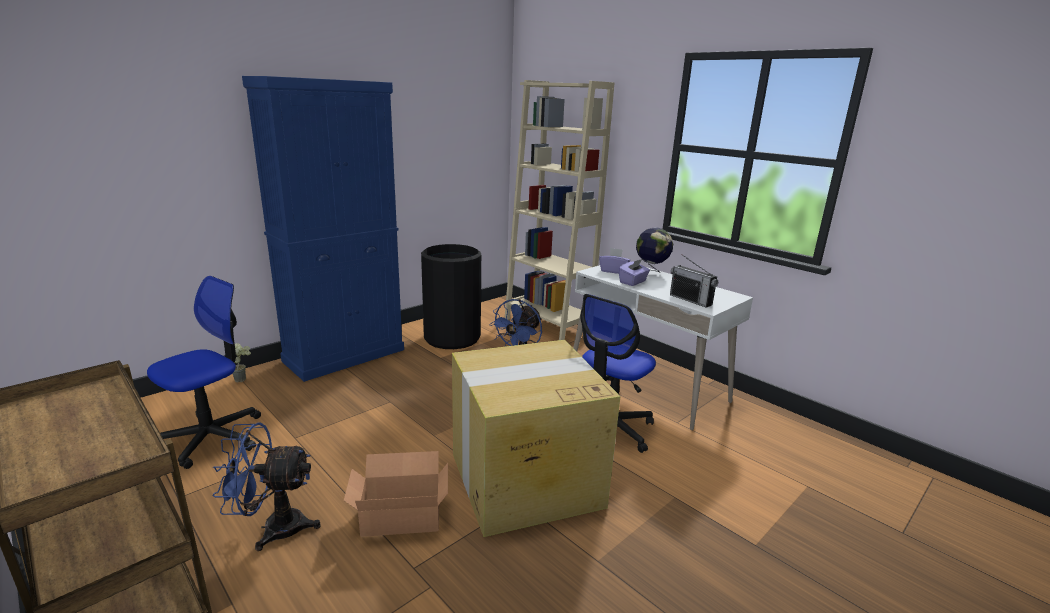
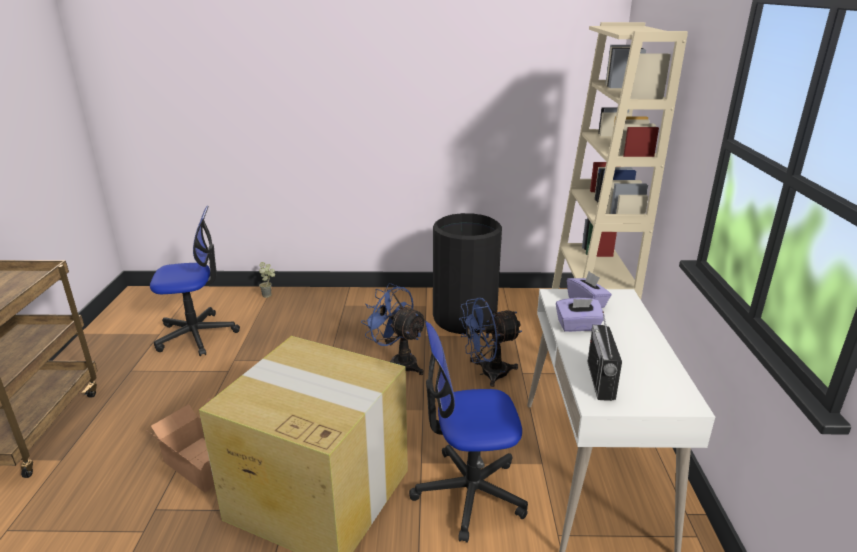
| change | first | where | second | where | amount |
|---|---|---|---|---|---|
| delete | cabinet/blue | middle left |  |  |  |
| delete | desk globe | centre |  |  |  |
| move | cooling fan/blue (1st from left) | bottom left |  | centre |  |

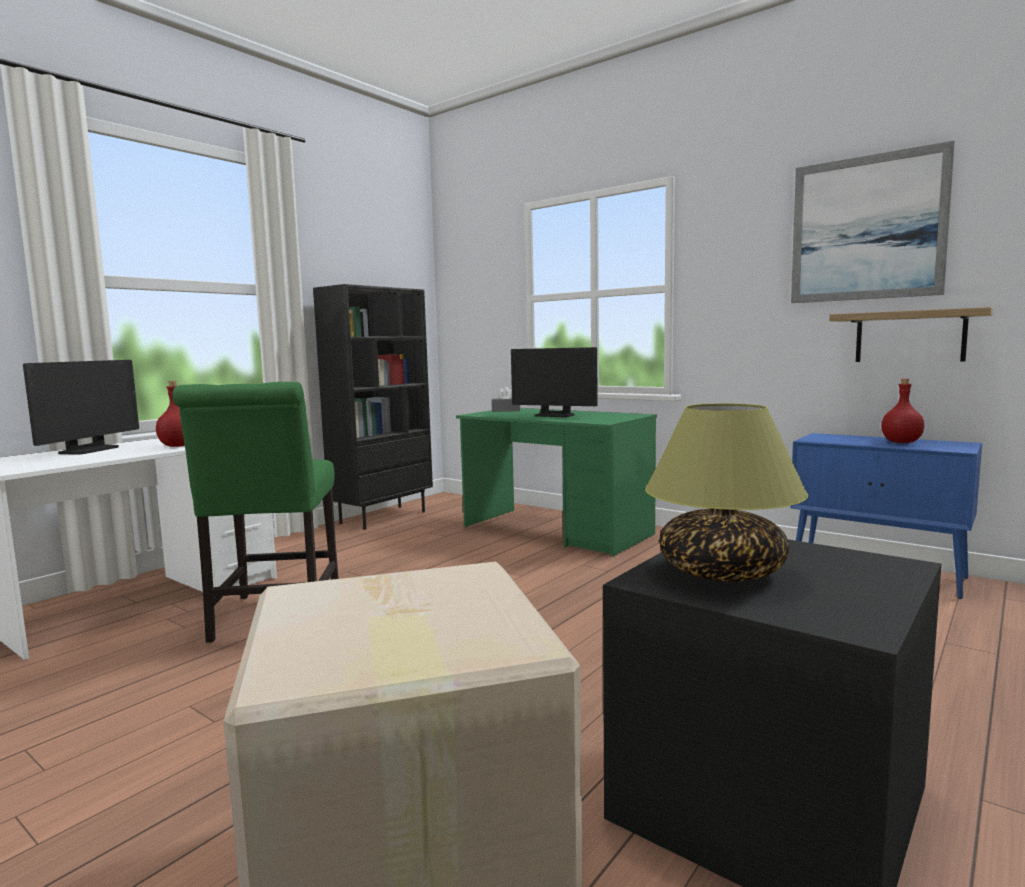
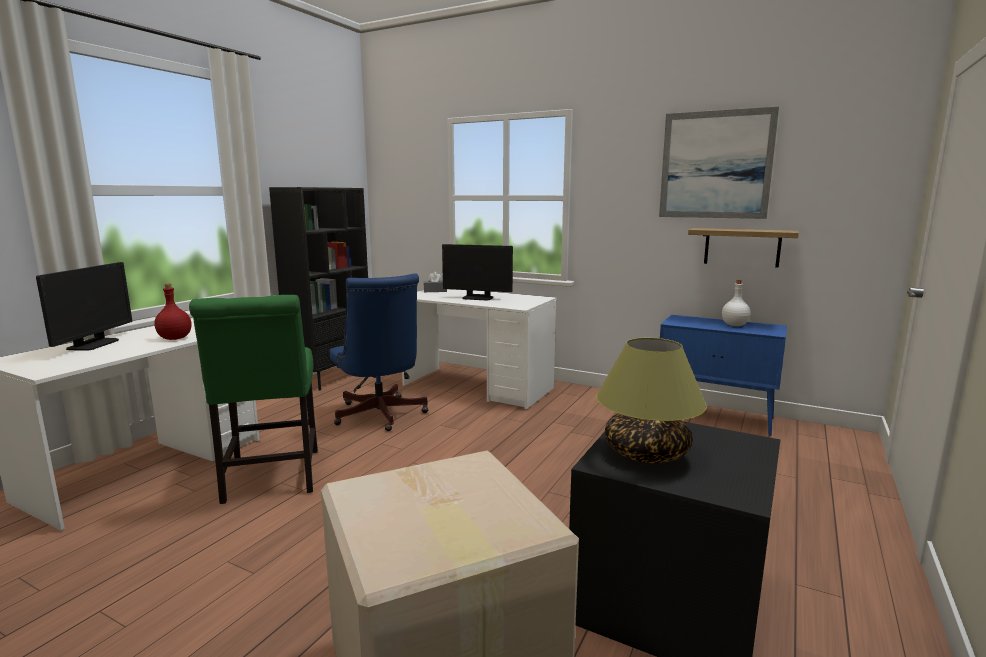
| change | first | where | second | where | amount |
|---|---|---|---|---|---|
| insert |  |  | office chair/blue | centre |  |
| recolor | desk/green-coloured | centre | desk/white (2nd from left) | centre |  |
| recolor | beverage bottle/red-coloured (2nd from left) | middle right | beverage bottle/white | middle right |  |

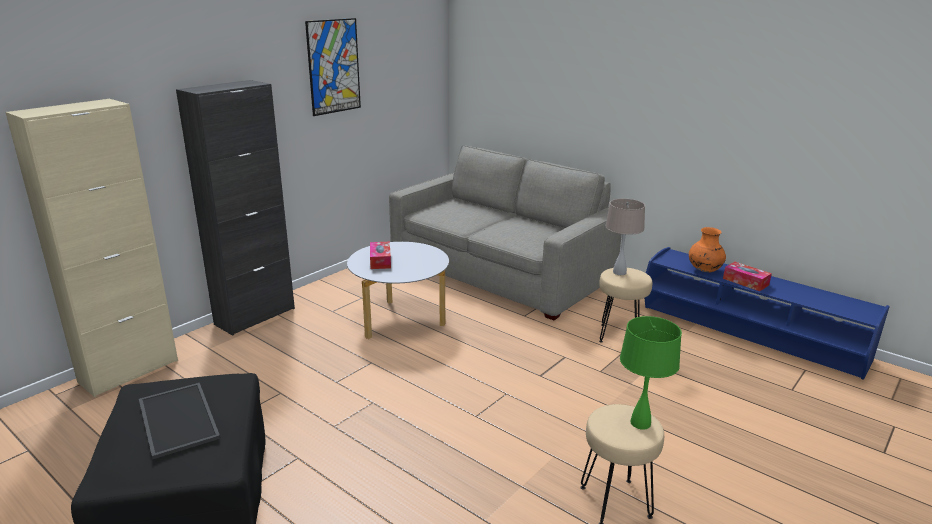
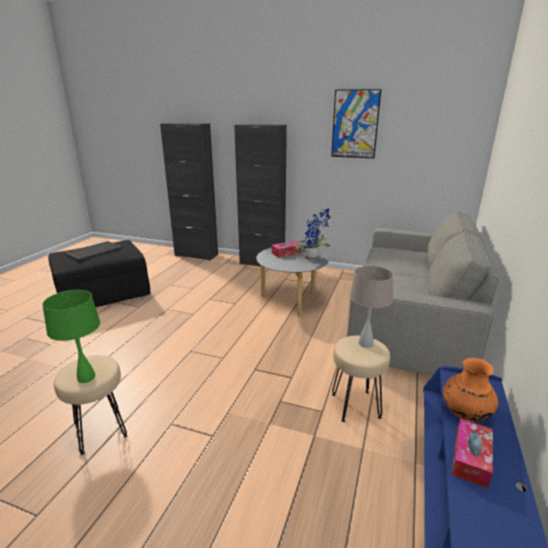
| change | first | where | second | where | amount |
|---|---|---|---|---|---|
| insert |  |  | plant in a pot | centre |  |
| recolor | cabinet/beige | middle left | cabinet/black (1st from left) | centre |  |

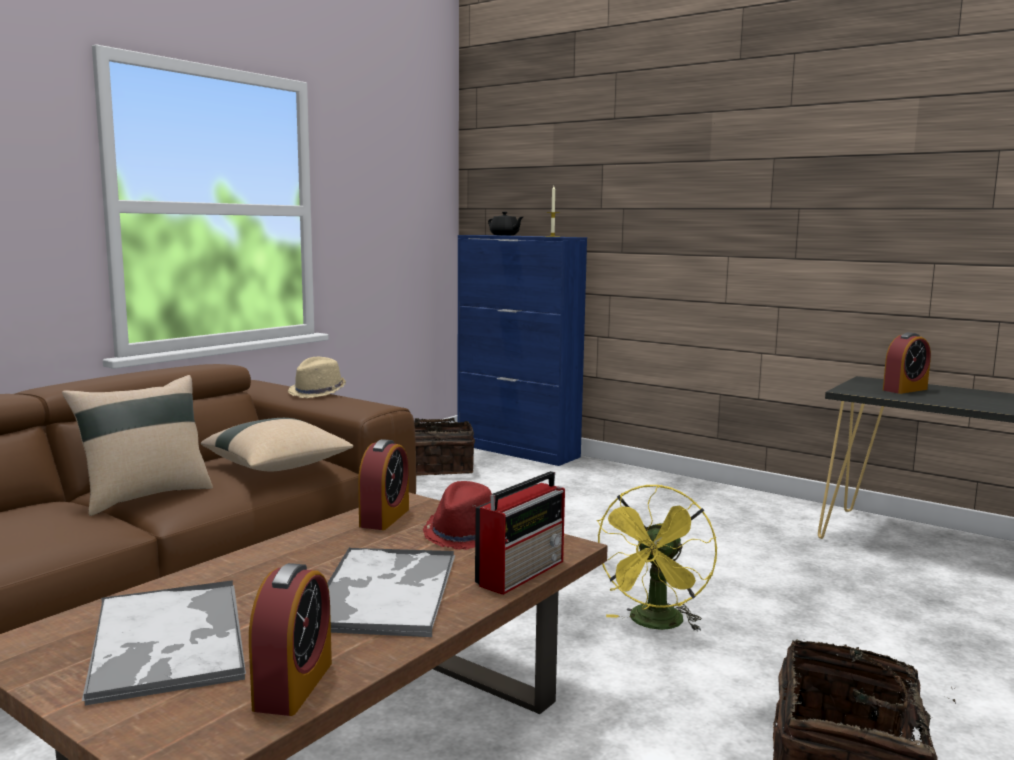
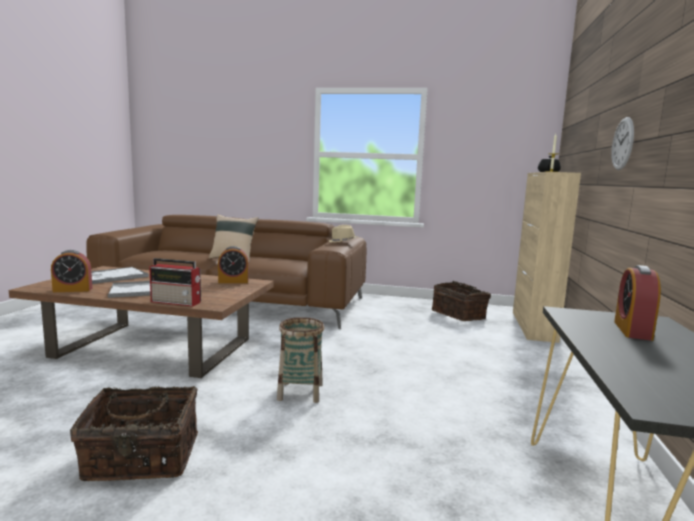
| change | first | where | second | where | amount |
|---|---|---|---|---|---|
| delete | cushion/beige (2nd from left) | middle left |  |  |  |
| delete | clothing hat/red-coloured | bottom centre |  |  |  |
| insert |  |  | clock on the wall | top right |  |
| replace | cooling fan/yellowish | bottom centre | storage basket (2nd from left) | bottom centre |  |
| recolor | cabinet/blue | centre | cabinet/beige | middle right |  |
| rotate | alarm clock (3rd from left) | middle right |  | middle right | 75 degrees clockwise |

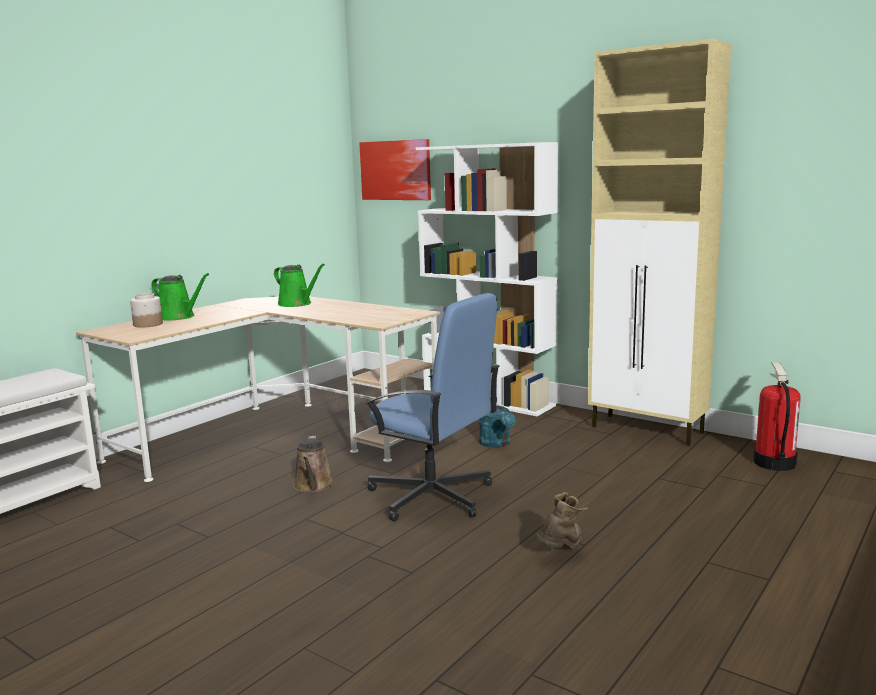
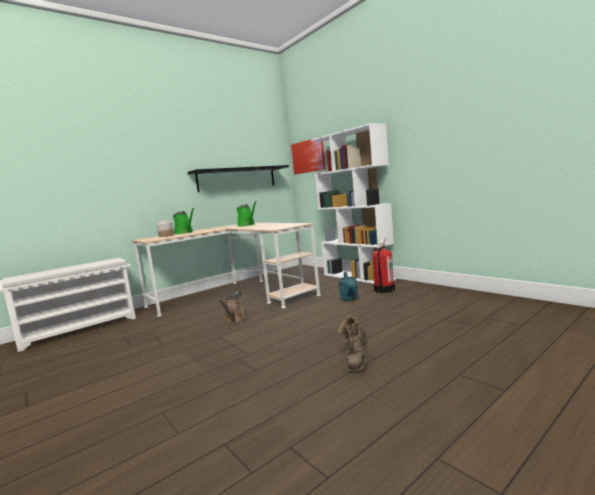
| change | first | where | second | where | amount |
|---|---|---|---|---|---|
| delete | office chair/blue | centre |  |  |  |
| delete | cabinet/beige | middle right |  |  |  |
| insert |  |  | shelf/black | centre |  |
| move | fire-fighting cylinder | middle right |  | centre |  |
| rotate | high-top boot/brown-coloured | bottom centre |  | bottom centre | 150 degrees clockwise |

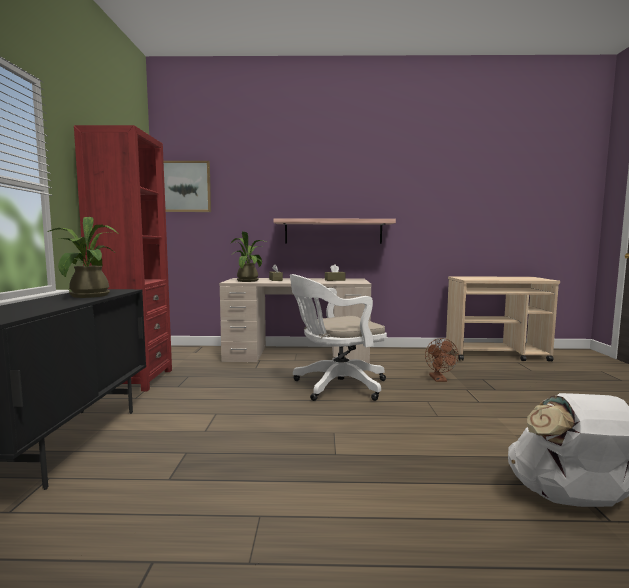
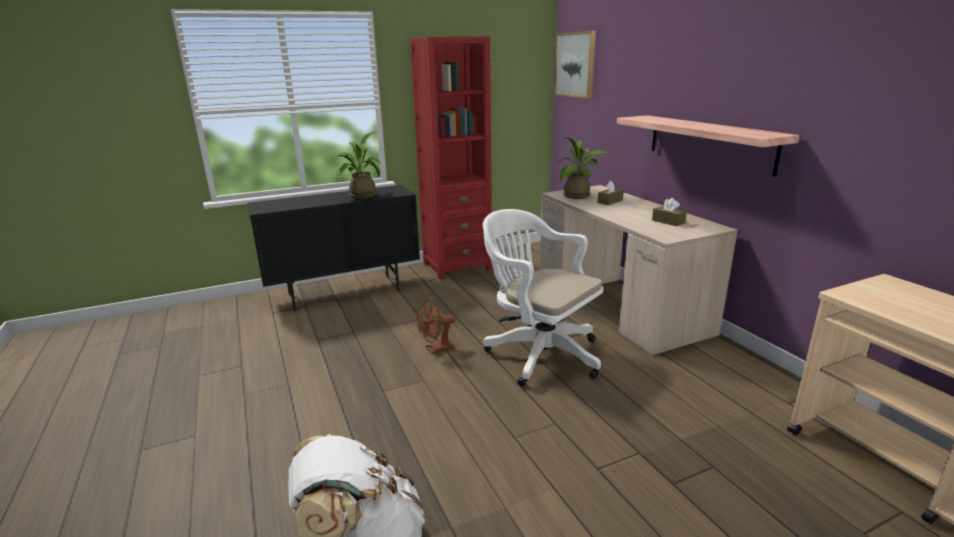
| change | first | where | second | where | amount |
|---|---|---|---|---|---|
| move | cooling fan/brown-coloured | middle right |  | centre |  |

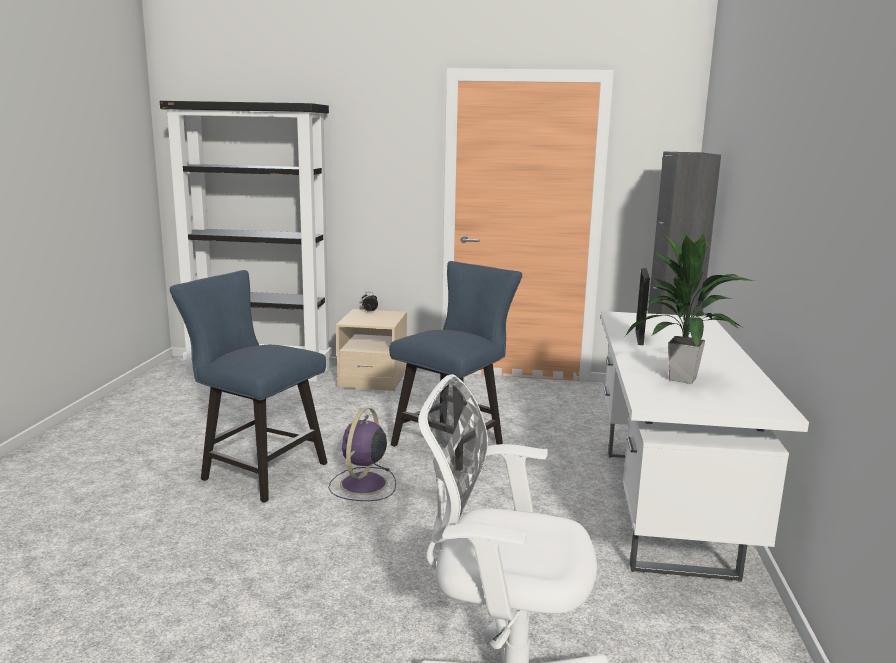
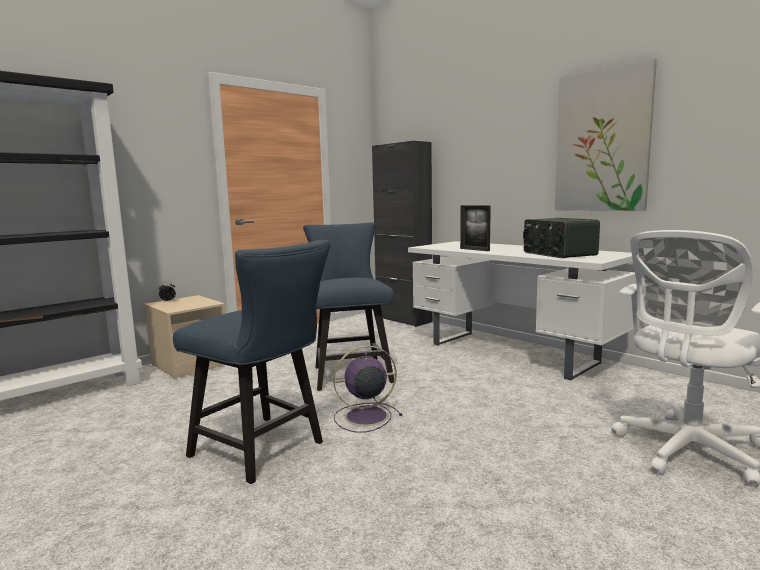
| change | first | where | second | where | amount |
|---|---|---|---|---|---|
| insert |  |  | picture | top right |  |
| replace | plant in a pot | middle right | radio | middle right |  |
| rotate | plain chair/blue (1st from left) | middle left |  | middle left | 120 degrees counterclockwise |
| rotate | cooling fan/purple-coloured | bottom centre |  | bottom centre | 105 degrees clockwise |

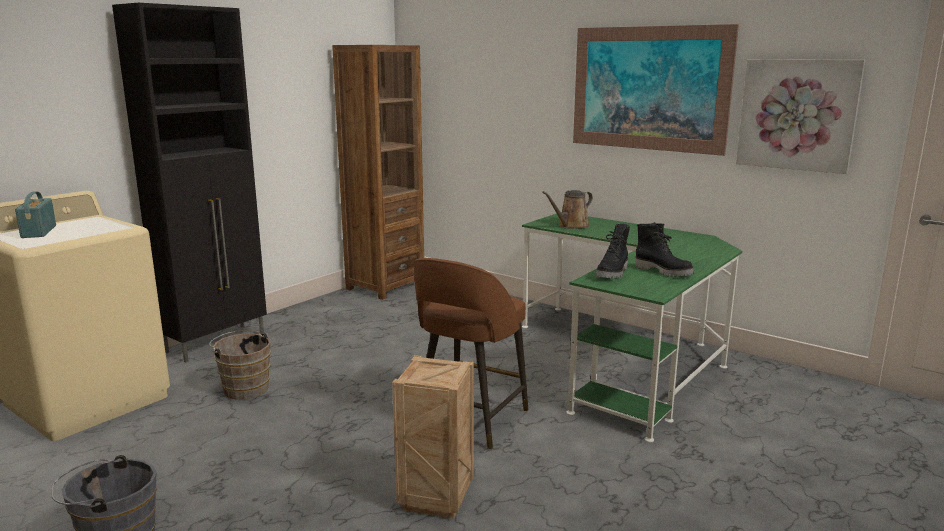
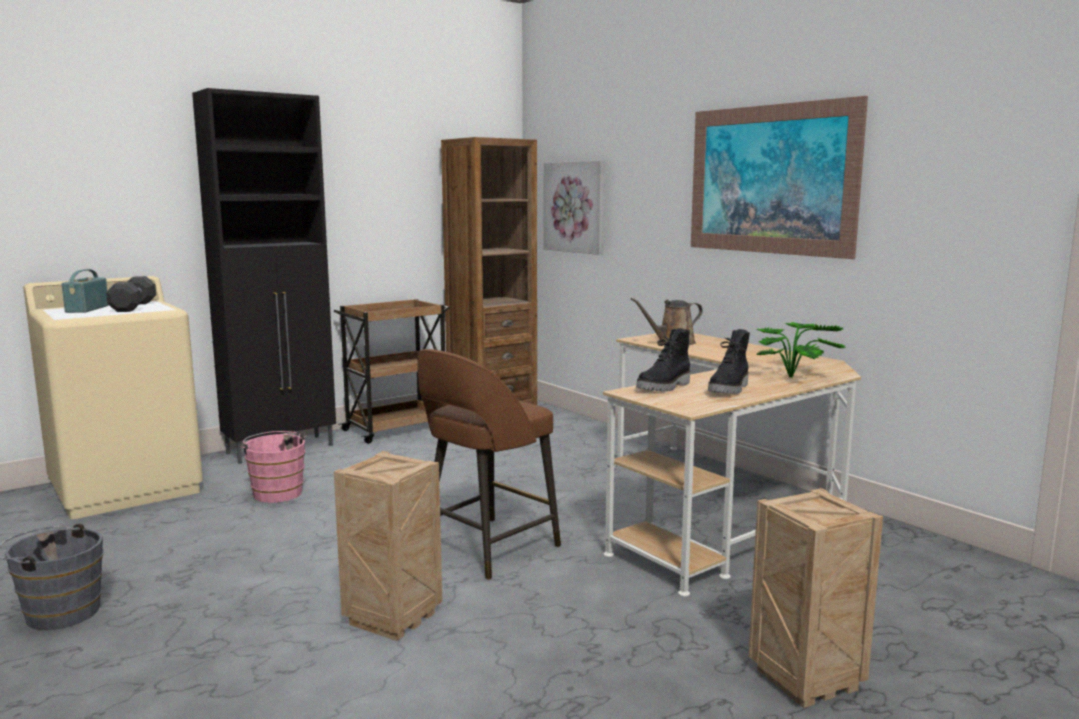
| change | first | where | second | where | amount |
|---|---|---|---|---|---|
| insert |  |  | hand weight/black | middle left |  |
| insert |  |  | cart/brown-coloured | centre |  |
| insert |  |  | shipping crate (2nd from left) | bottom right |  |
| insert |  |  | plant in a pot | middle right |  |
| move | picture (2nd from left in the first image) | top right | picture (1st from left) | top centre |  |
| recolor | pail/brown-coloured | bottom left | pail/pinkish | middle left |  |
| recolor | desk/green-coloured | middle right | desk/beige | middle right |  |
| rotate | high-top boot/black (2nd from left) | middle right |  | middle right | 60 degrees clockwise |

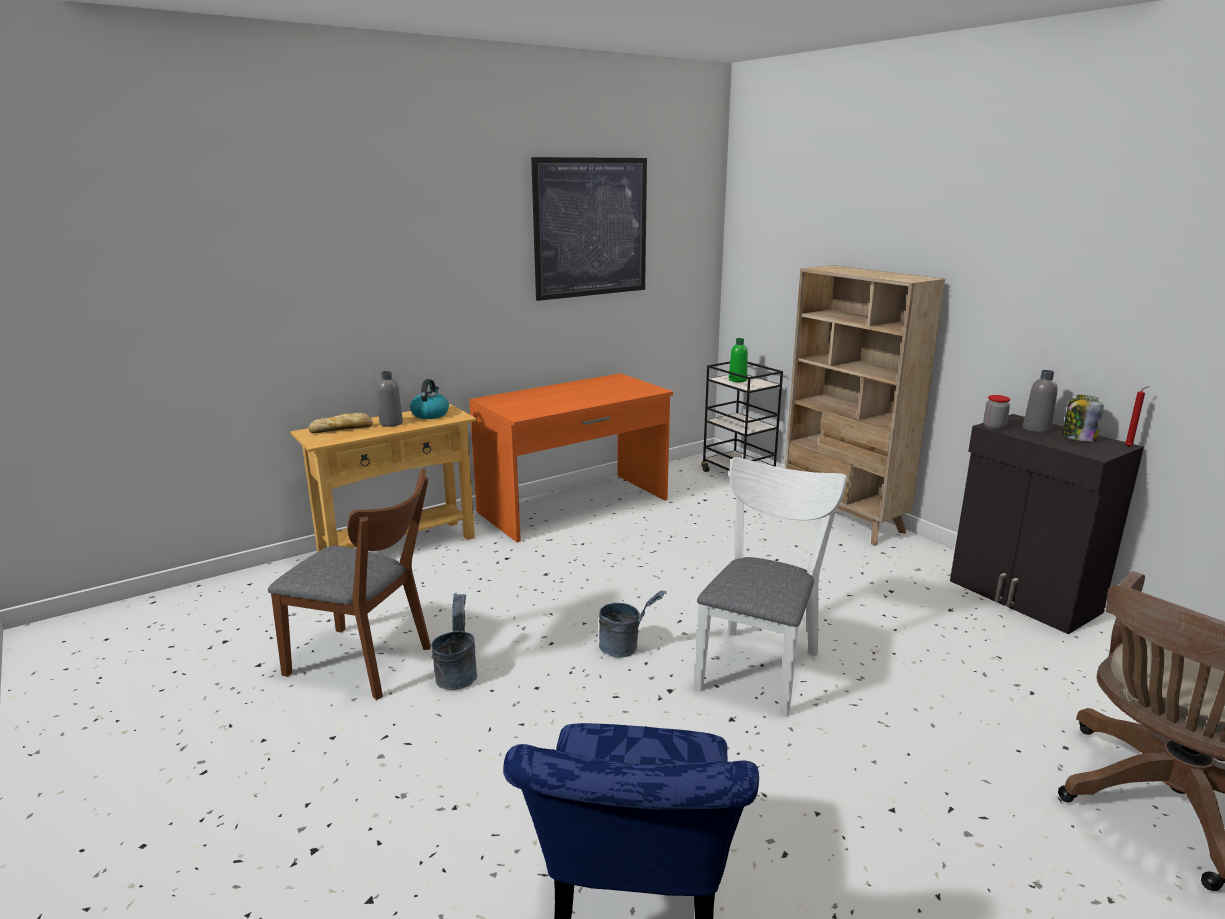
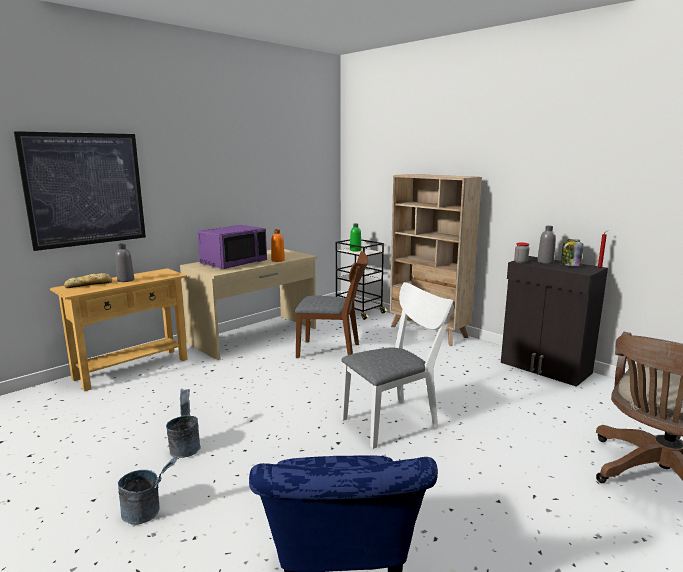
| change | first | where | second | where | amount |
|---|---|---|---|---|---|
| delete | water kettle | centre |  |  |  |
| insert |  |  | microwave/purple-coloured | centre |  |
| insert |  |  | beverage bottle/orangey | centre |  |
| move | plain chair/brown-coloured | middle left |  | centre |  |
| move | picture | top centre |  | middle left |  |
| move | pail/gray (2nd from left in the first image) | bottom centre | pail/gray (1st from left) | bottom left |  |
| recolor | desk/orangey | centre | desk/beige | centre |  |
| rotate | plain chair/white | centre |  | centre | 45 degrees clockwise |

